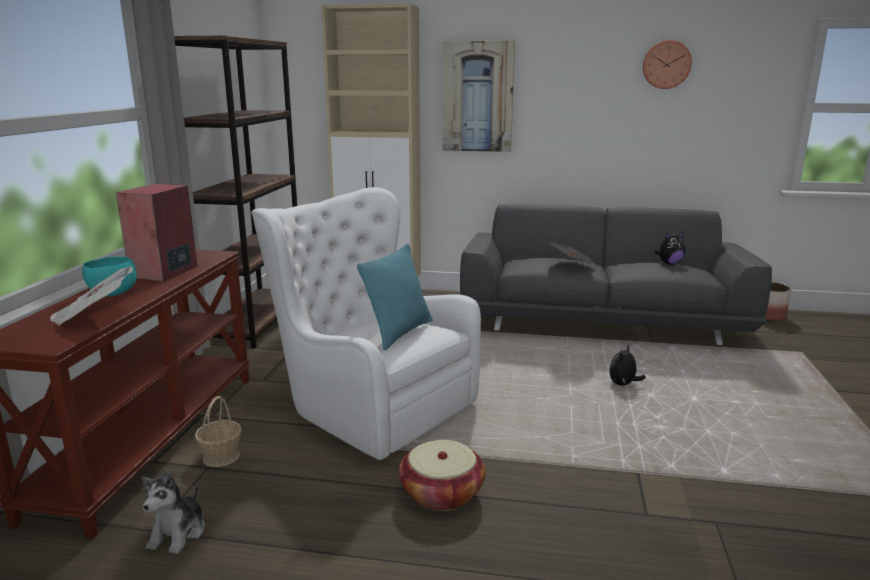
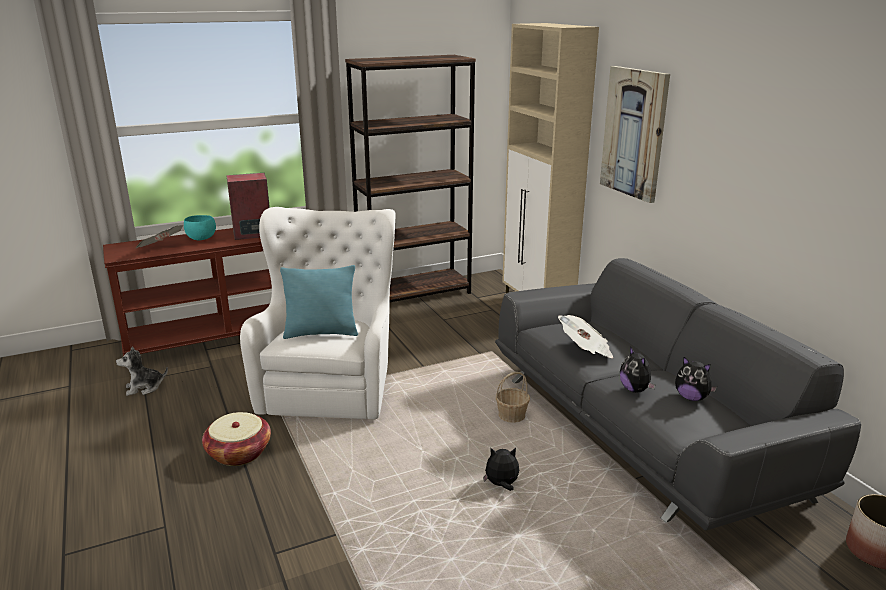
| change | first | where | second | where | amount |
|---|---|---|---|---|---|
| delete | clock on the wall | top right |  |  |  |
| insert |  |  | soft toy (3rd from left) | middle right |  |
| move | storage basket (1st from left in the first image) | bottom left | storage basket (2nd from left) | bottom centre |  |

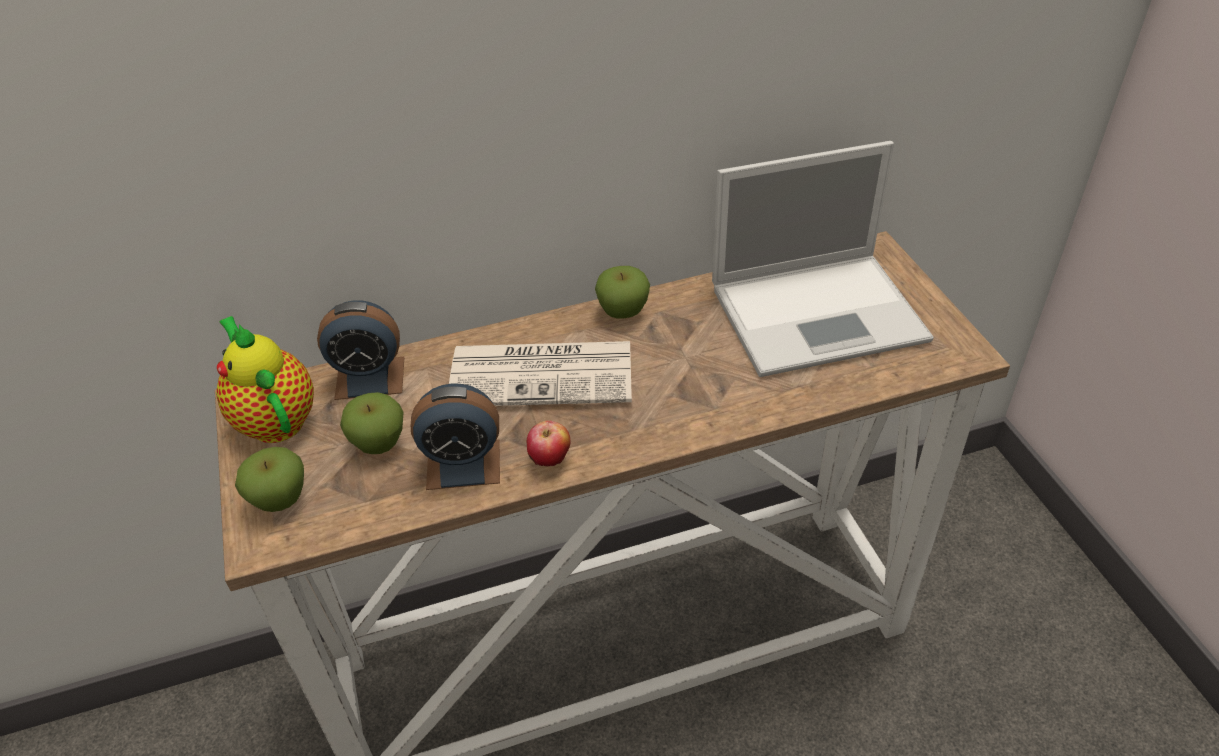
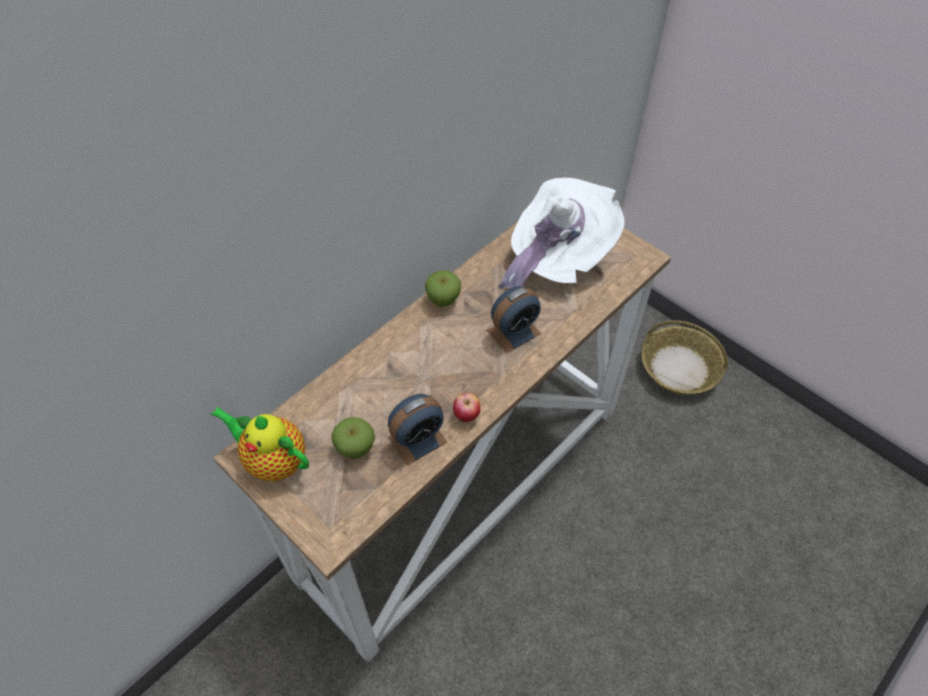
| change | first | where | second | where | amount |
|---|---|---|---|---|---|
| delete | apple (1st from left) | middle left |  |  |  |
| delete | daily paper | centre |  |  |  |
| insert |  |  | storage basket | middle right |  |
| move | alarm clock (1st from left in the first image) | middle left | alarm clock (2nd from left) | centre |  |
| replace | notebook computer | middle right | clothing hat/white | centre |  |

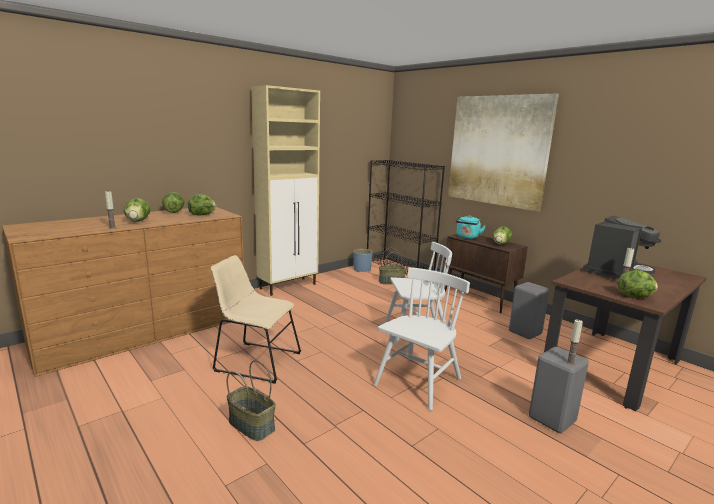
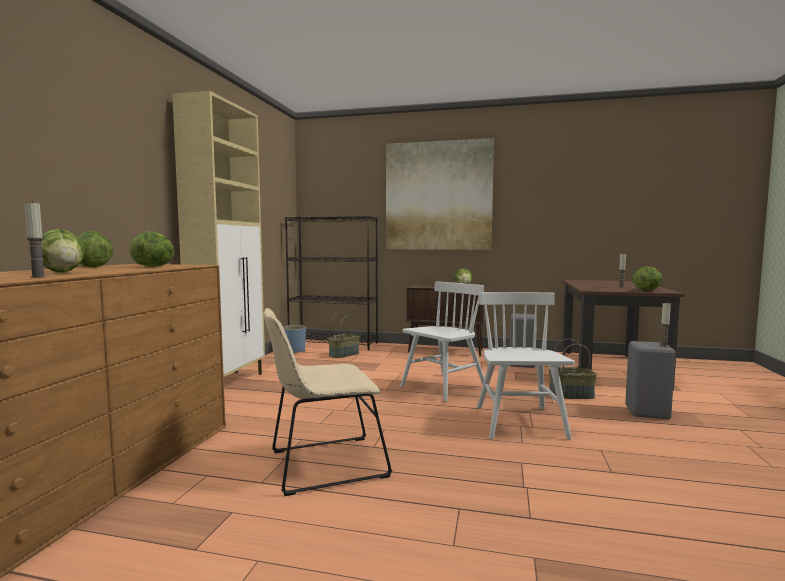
| change | first | where | second | where | amount |
|---|---|---|---|---|---|
| delete | water kettle/blue-green | centre |  |  |  |
| delete | coffee machine | middle right |  |  |  |
| move | storage basket (1st from left in the first image) | bottom centre | storage basket (2nd from left) | middle right |  |

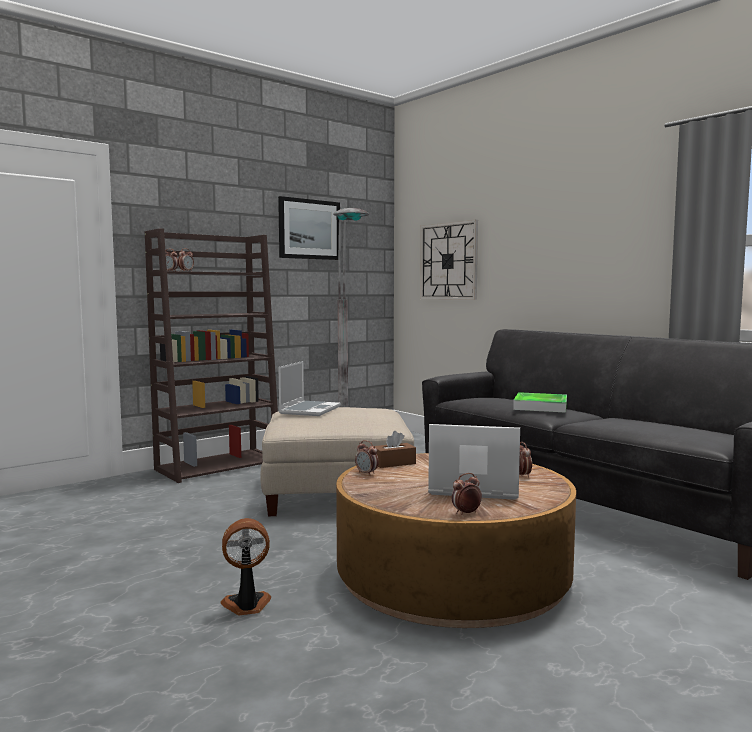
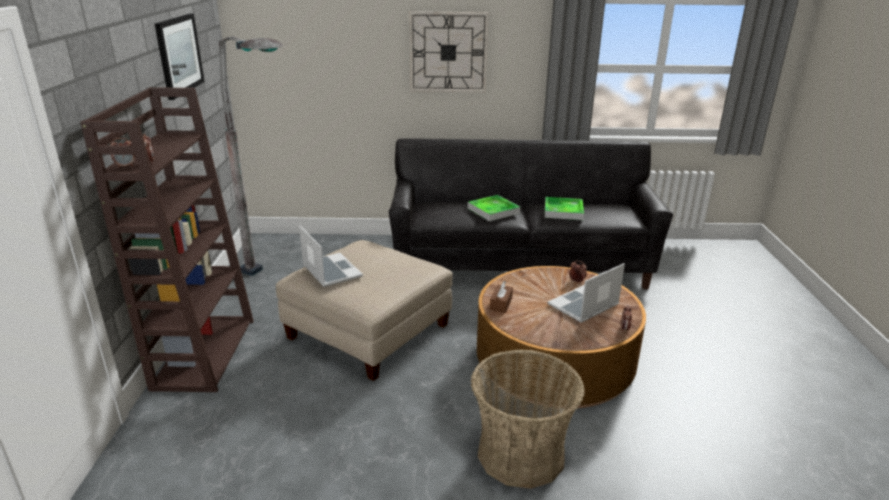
| change | first | where | second | where | amount |
|---|---|---|---|---|---|
| delete | alarm clock (3rd from left) | centre |  |  |  |
| insert |  |  | serving tray (2nd from left) | centre |  |
| move | clock on the wall | centre |  | top centre |  |
| replace | cooling fan | bottom left | storage basket | bottom centre |  |

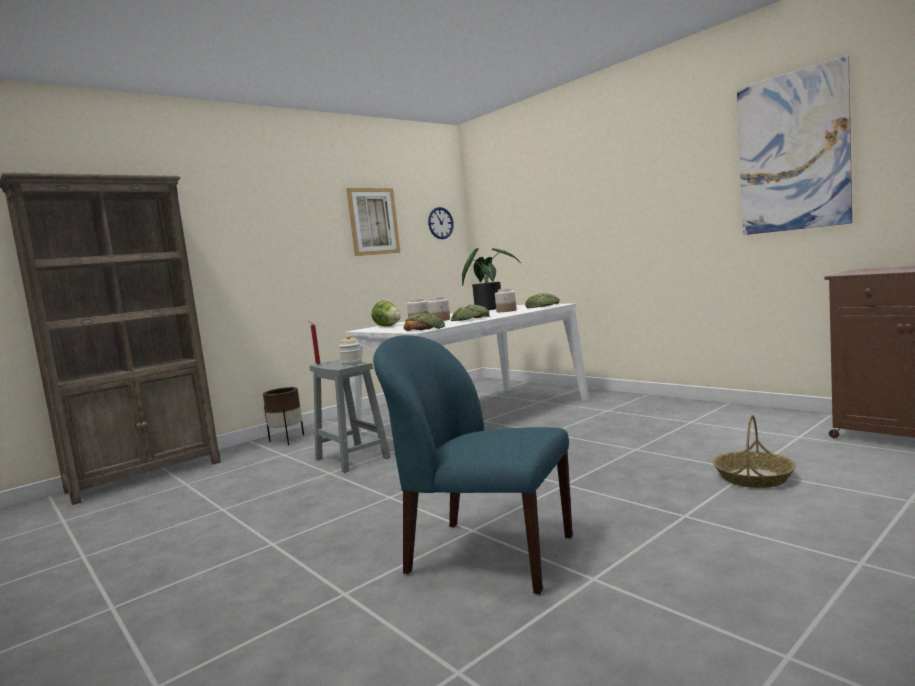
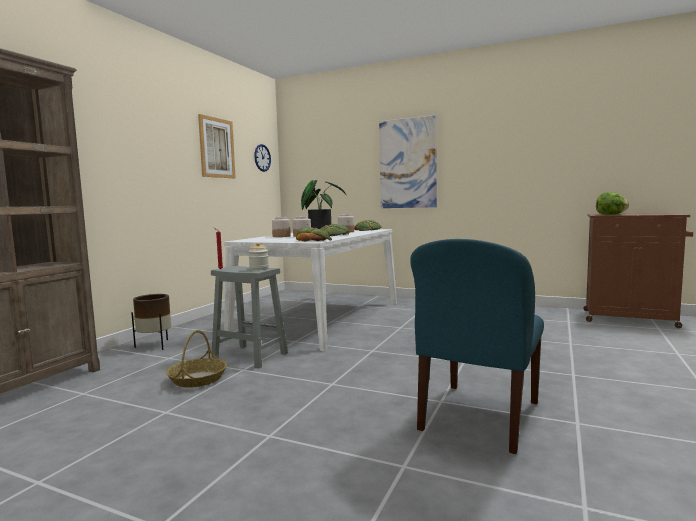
| change | first | where | second | where | amount |
|---|---|---|---|---|---|
| move | lettuce | centre |  | middle right |  |
| move | storage basket | middle right |  | bottom left |  |
| move | picture (2nd from left) | top right |  | top centre |  |
| rotate | plain chair/blue | bottom centre |  | middle right | 60 degrees counterclockwise |

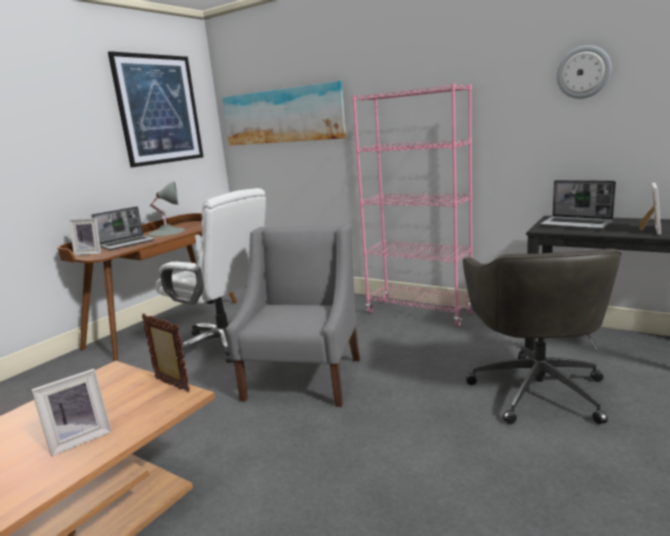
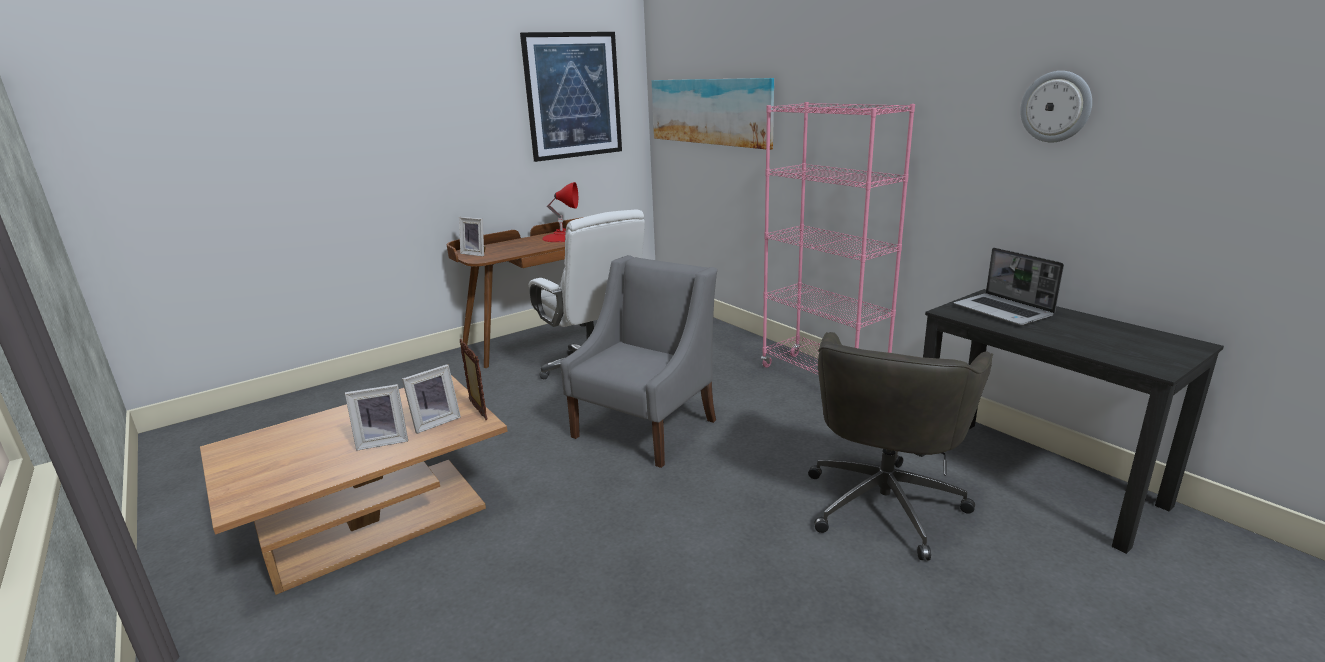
| change | first | where | second | where | amount |
|---|---|---|---|---|---|
| delete | notebook computer (1st from left) | middle left |  |  |  |
| move | picture frame (4th from left in the first image) | middle right | picture frame (2nd from left) | middle left |  |
| recolor | table lamp/gray | middle left | table lamp/red-coloured | top centre |  |

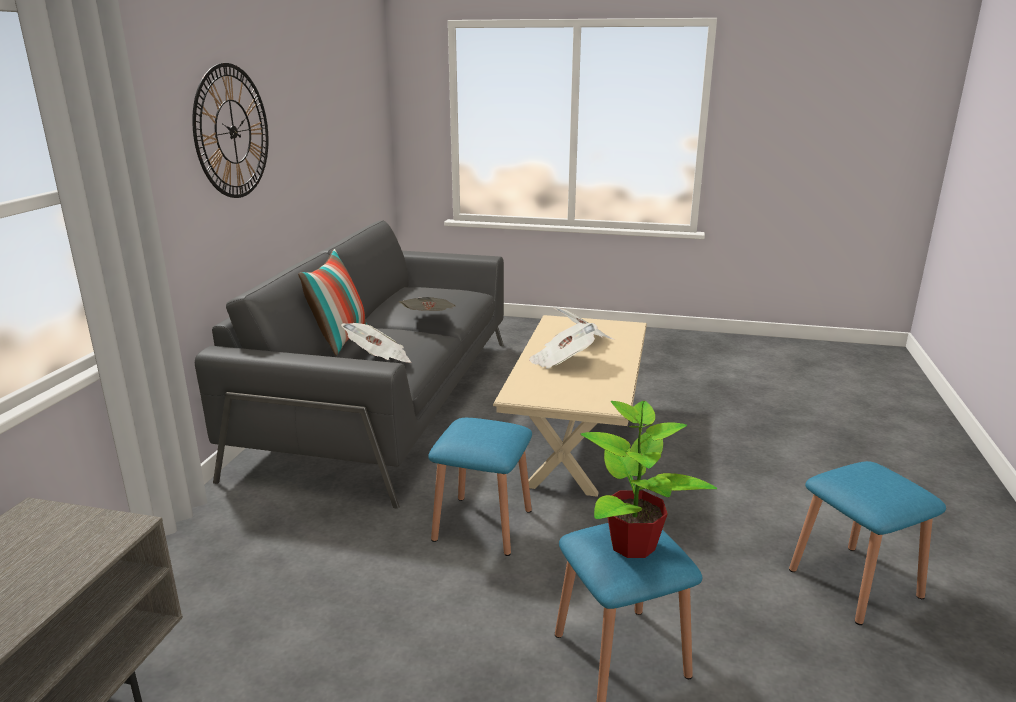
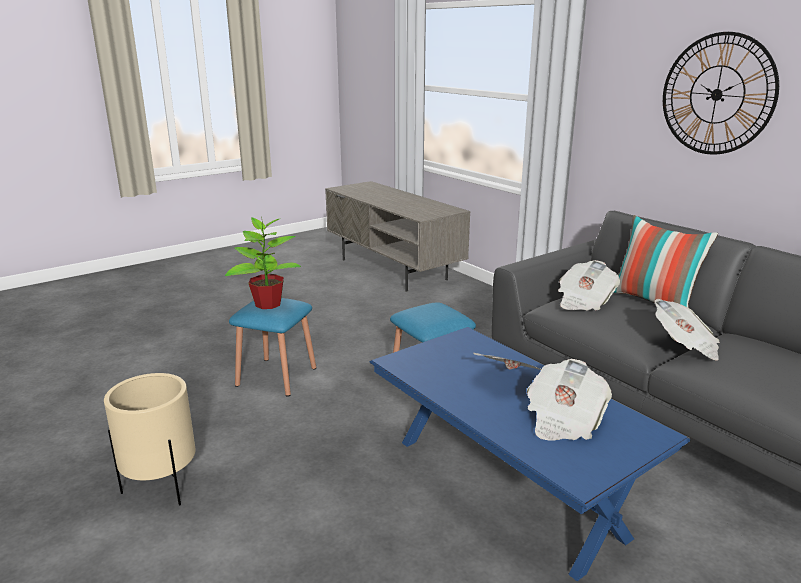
| change | first | where | second | where | amount |
|---|---|---|---|---|---|
| replace | sitting stool/blue (3rd from left) | bottom right | flower pot/beige | bottom left |  |
| recolor | coffee table/beige | centre | coffee table/blue | bottom centre |  |

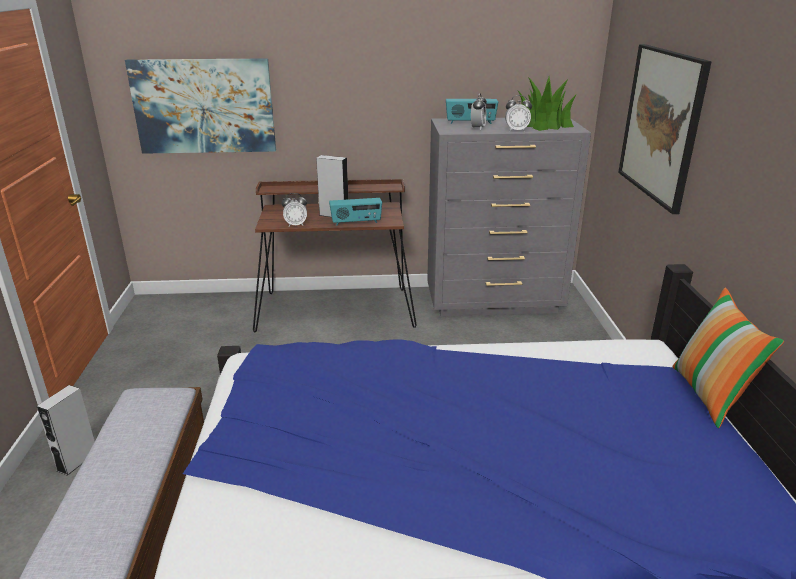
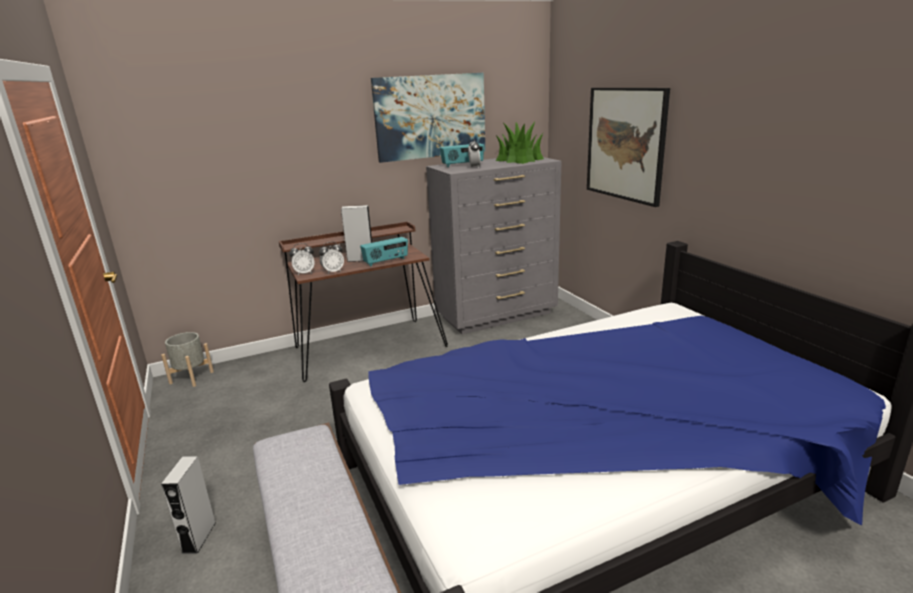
| change | first | where | second | where | amount |
|---|---|---|---|---|---|
| delete | cushion | middle right |  |  |  |
| insert |  |  | flower pot/gray | middle left |  |
| move | picture (1st from left) | top left |  | top centre |  |
| move | alarm clock (3rd from left in the first image) | top centre | alarm clock (1st from left) | middle left |  |

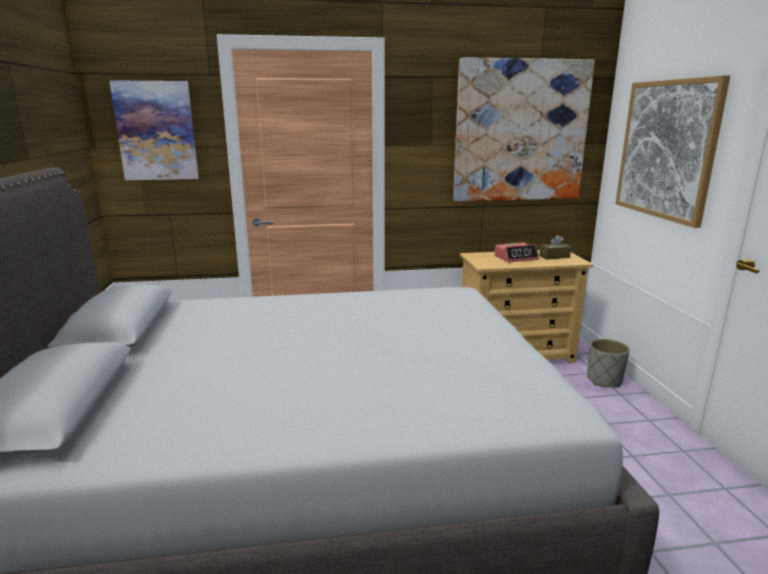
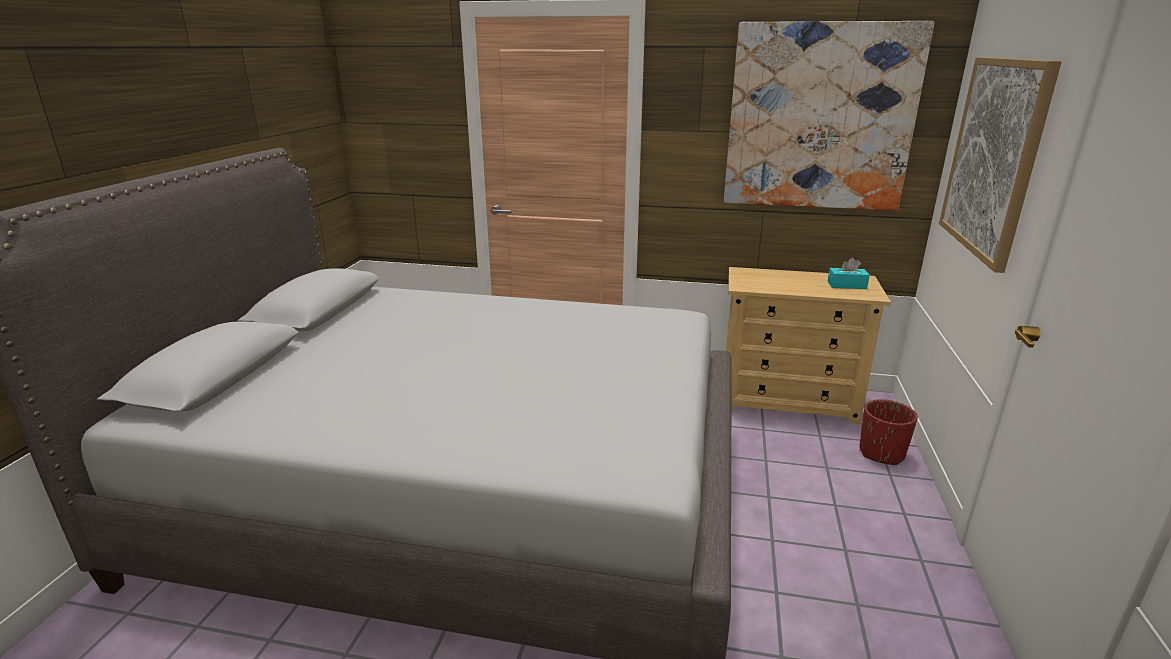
| change | first | where | second | where | amount |
|---|---|---|---|---|---|
| delete | picture (1st from left) | top left |  |  |  |
| delete | alarm clock | middle right |  |  |  |
| recolor | box of tissues/brown-coloured | middle right | box of tissues/blue-green | middle right |  |
| recolor | flower pot/gray | middle right | flower pot/red-coloured | middle right |  |

